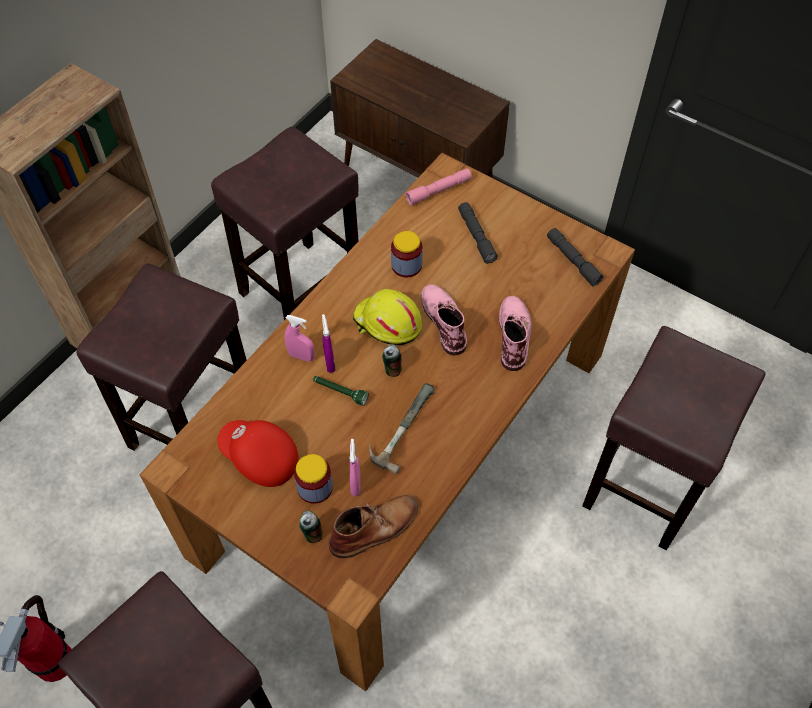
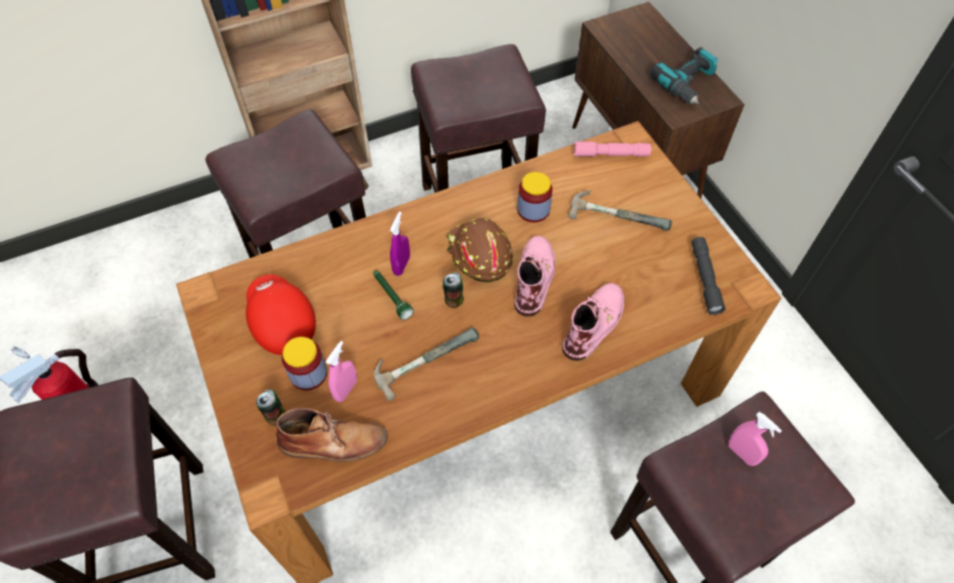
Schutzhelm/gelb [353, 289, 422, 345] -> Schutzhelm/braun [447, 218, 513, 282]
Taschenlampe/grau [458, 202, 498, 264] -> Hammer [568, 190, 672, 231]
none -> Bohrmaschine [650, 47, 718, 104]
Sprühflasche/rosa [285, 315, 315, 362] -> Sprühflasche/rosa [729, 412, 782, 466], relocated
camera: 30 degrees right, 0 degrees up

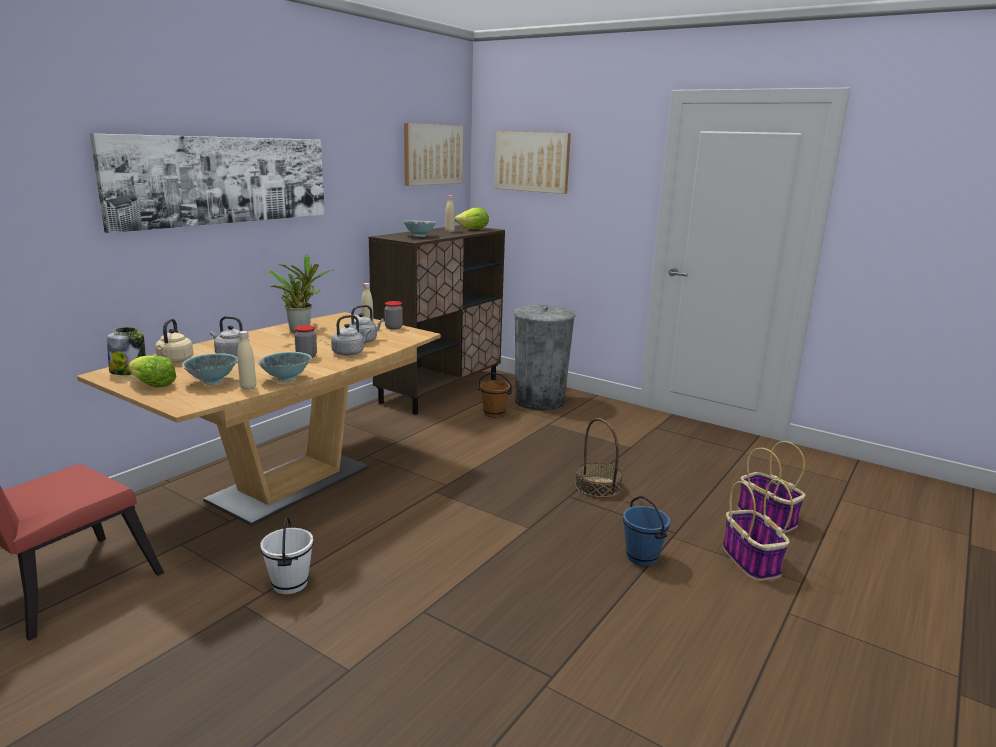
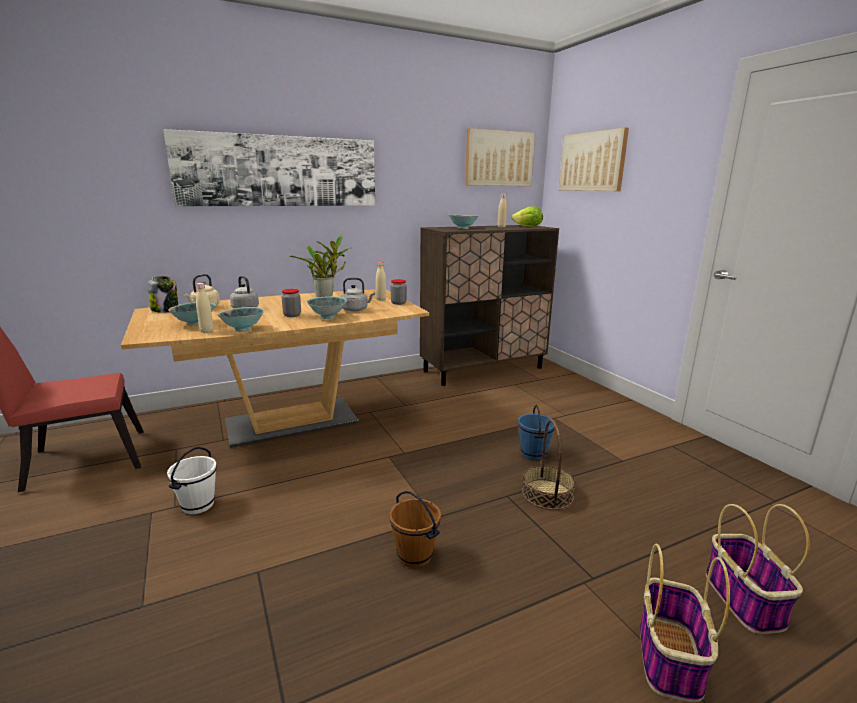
Wasserkessel/grau [331, 315, 371, 356] -> Schüssel [307, 296, 347, 319]
Eimer/braun [478, 373, 512, 418] -> Eimer/braun [389, 491, 441, 568], relocated
Eimer/blau [623, 496, 670, 566] -> Eimer/blau [518, 405, 555, 460], relocated
Salatkopf [129, 355, 177, 388] -> none
Mülleimer/grau [514, 305, 576, 411] -> none
camera: 30 degrees right, 0 degrees up

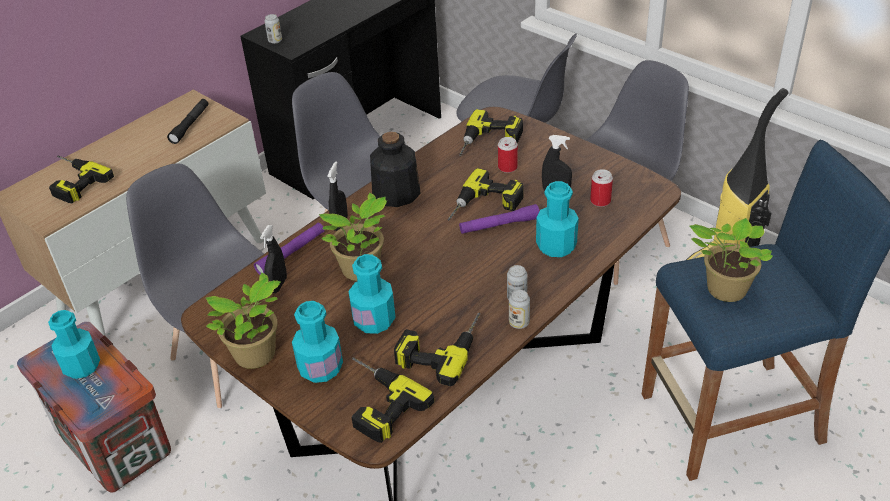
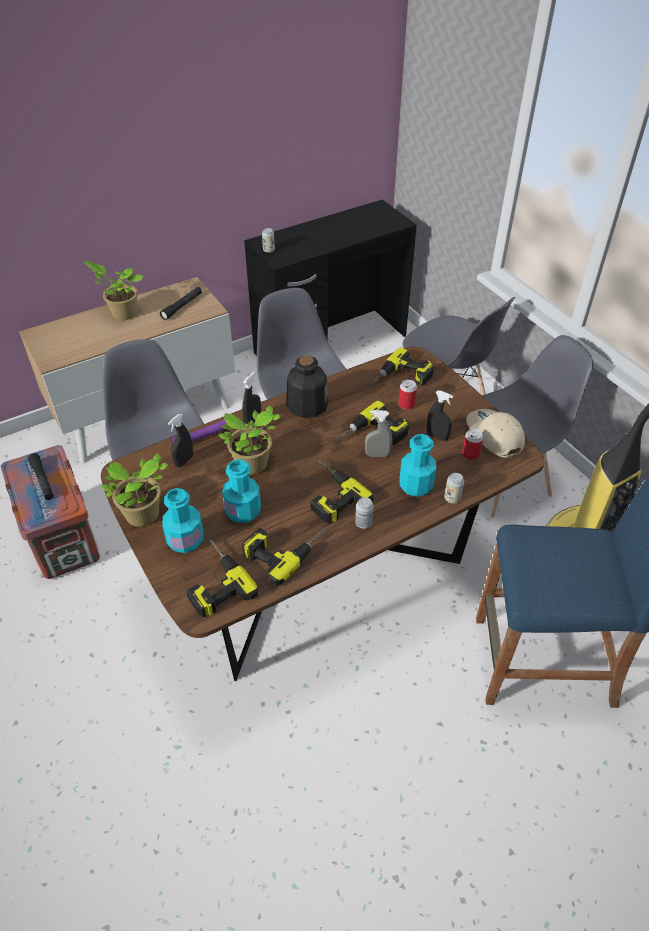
Flasche/türkis [48, 310, 100, 379] -> Taschenlampe/schwarz [28, 453, 54, 500]
Topfpflanze [689, 218, 773, 302] -> Topfpflanze [84, 261, 143, 320], relocated
Bohrmaschine [49, 155, 114, 203] -> Bohrmaschine [310, 459, 373, 524], relocated
Taschenlampe/lila [459, 204, 540, 234] -> Sprühflasche/grau [365, 410, 392, 457]
Dose [509, 290, 530, 329] -> Dose [444, 473, 464, 504], relocated
none -> Kappe/beige [466, 409, 525, 458]
camera: 15 degrees right, 5 degrees up

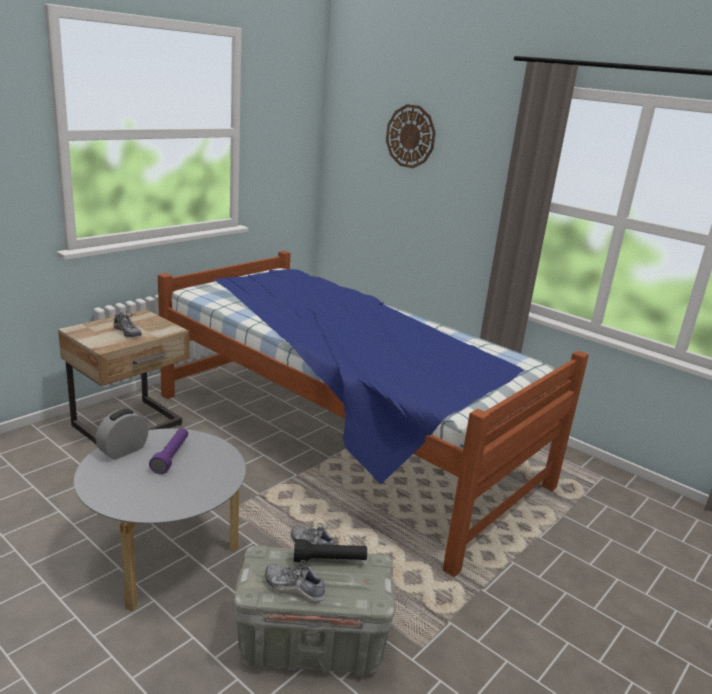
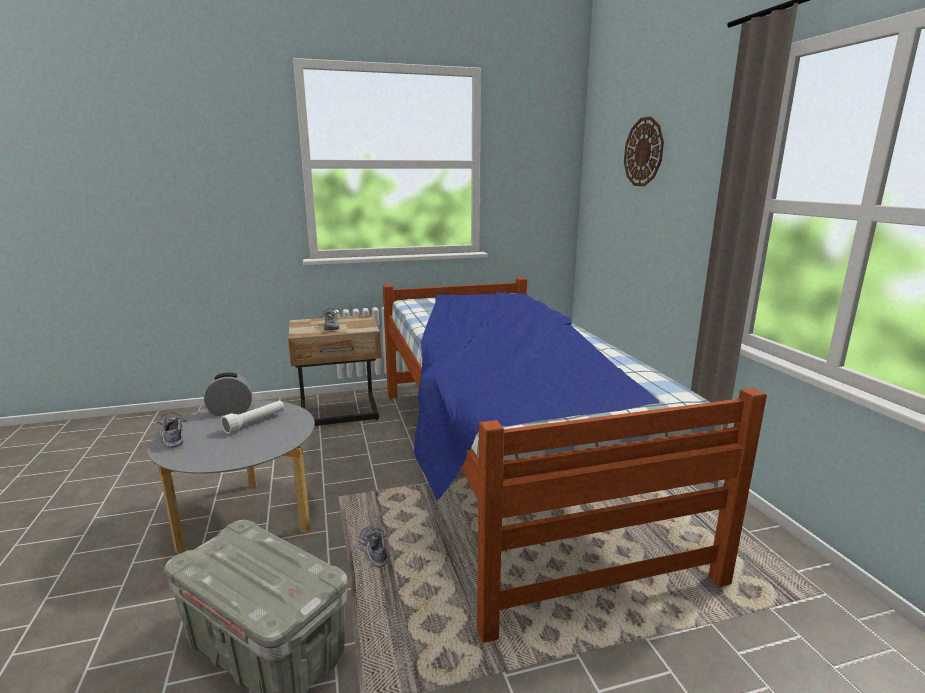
Schuh [265, 560, 326, 603] -> Schuh [154, 412, 187, 448], relocated
Taschenlampe/lila [149, 428, 188, 474] -> Taschenlampe/weiß [221, 401, 284, 434]
Taschenlampe/schwarz [294, 539, 367, 562] -> none
camera: 35 degrees right, 5 degrees down

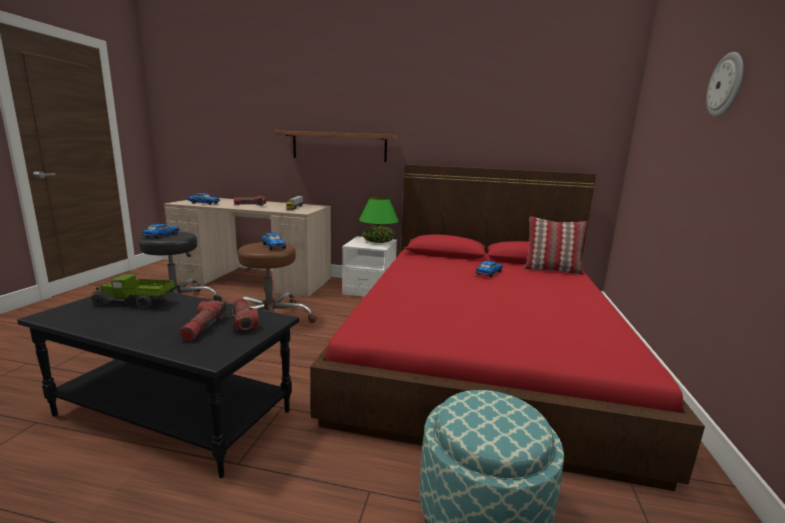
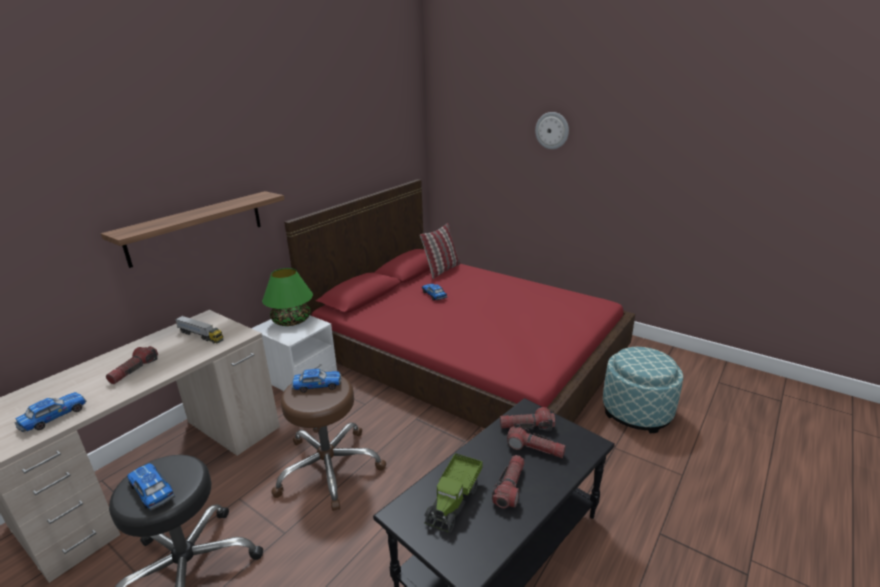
none -> Taschenlampe [492, 455, 525, 508]
camera: 65 degrees left, 10 degrees up

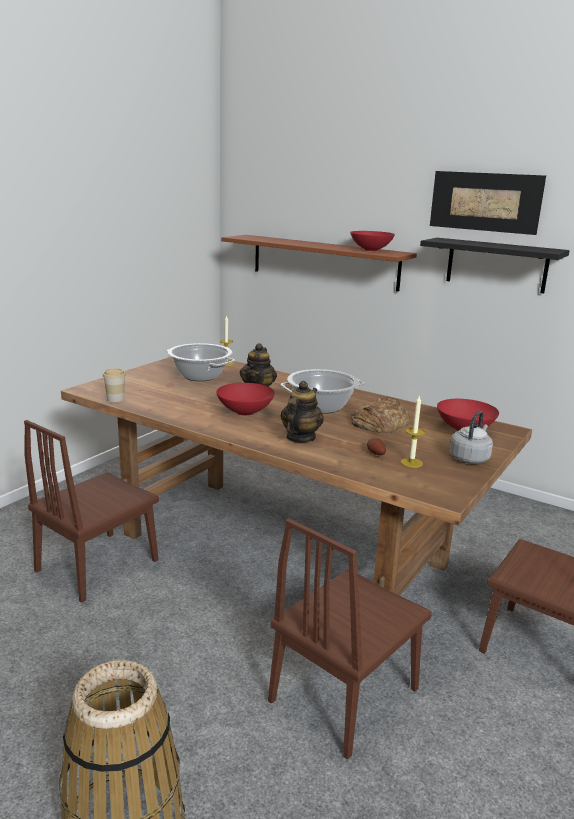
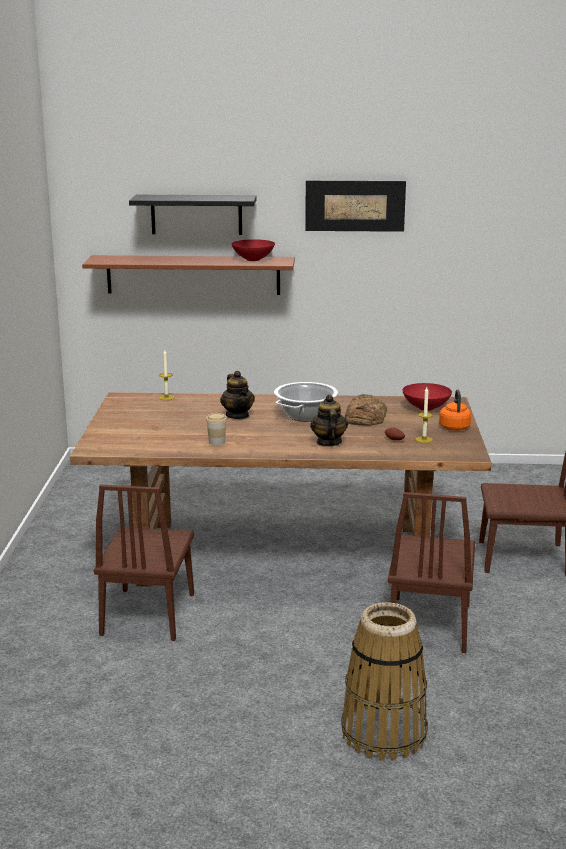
Wandregal/schwarz [420, 238, 570, 294] -> Wandregal/schwarz [129, 195, 257, 235], relocated
Tasse [103, 368, 126, 402] -> Tasse [206, 413, 227, 445], relocated
Wasserkessel/grau [450, 411, 493, 464] -> Wasserkessel/orange [439, 389, 471, 430]
Kochtopf [166, 343, 235, 381] -> none
Schüssel/rot [216, 383, 275, 416] -> none
camera: 30 degrees left, 0 degrees up

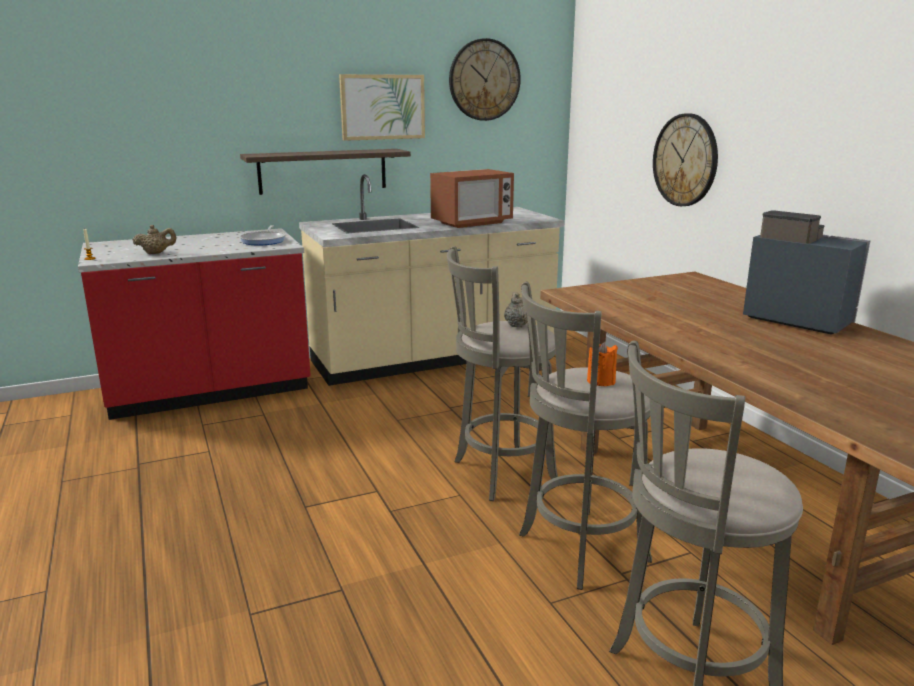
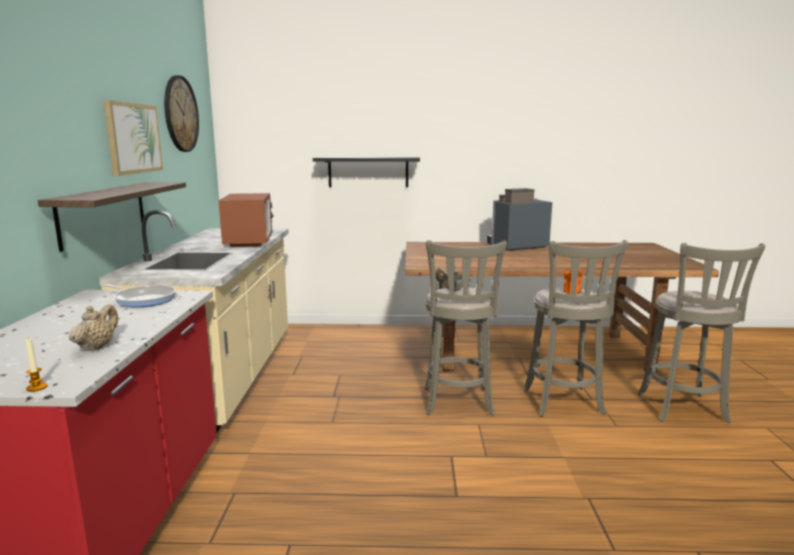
Wanduhr [653, 113, 718, 206] -> Wandregal/schwarz [313, 157, 420, 187]
camera: 65 degrees left, 5 degrees down

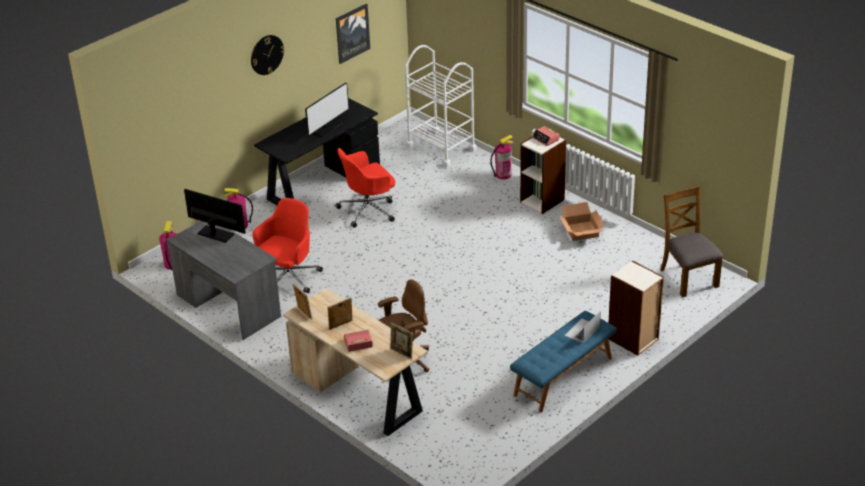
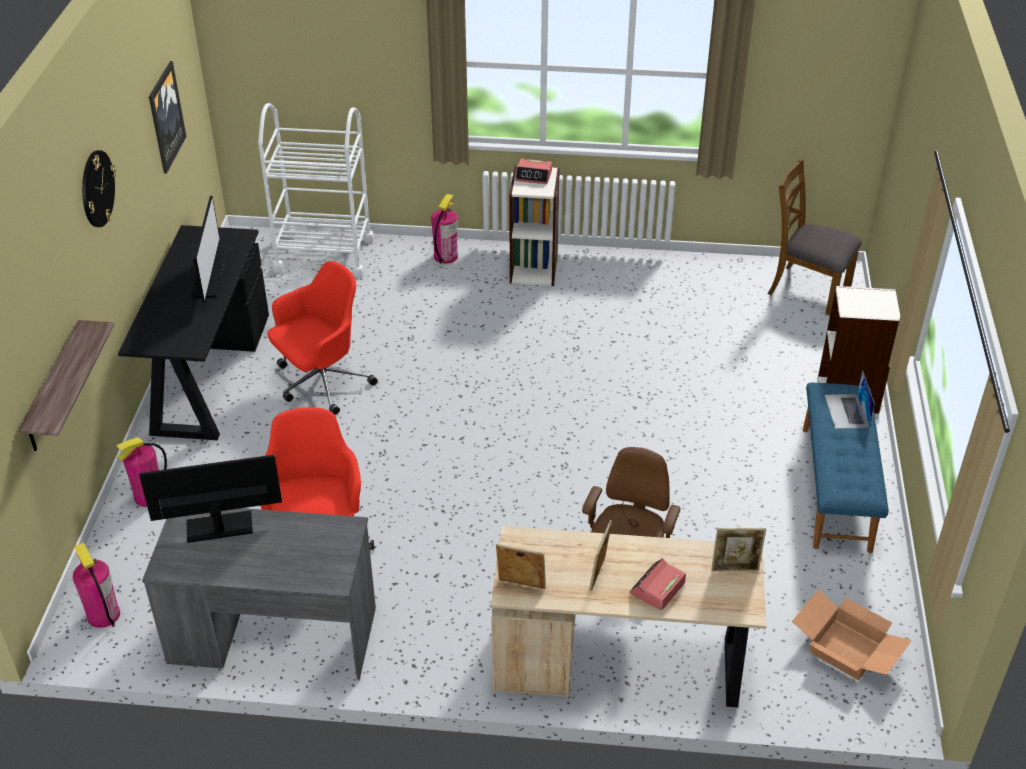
none -> Wandregal [18, 320, 114, 451]
Bürostuhl/rot [335, 148, 395, 228] -> Bürostuhl/rot [267, 261, 377, 415], 150 degrees counterclockwise
Karton [560, 202, 604, 241] -> Karton [792, 589, 912, 680], relocated
camera: 40 degrees left, 5 degrees up

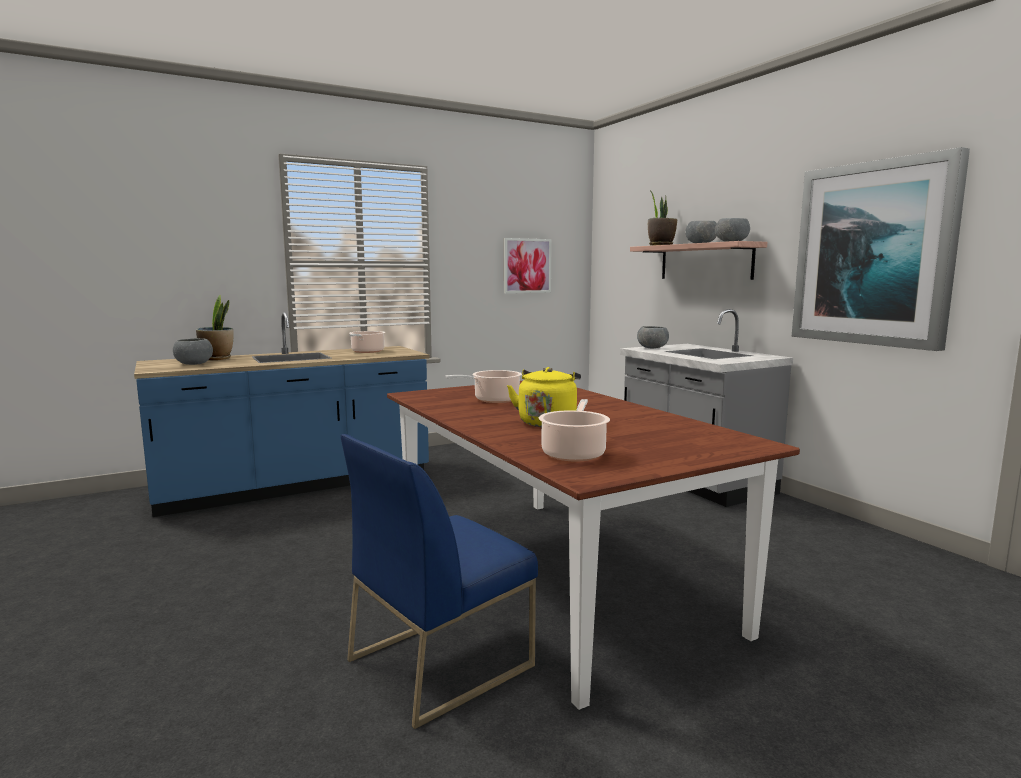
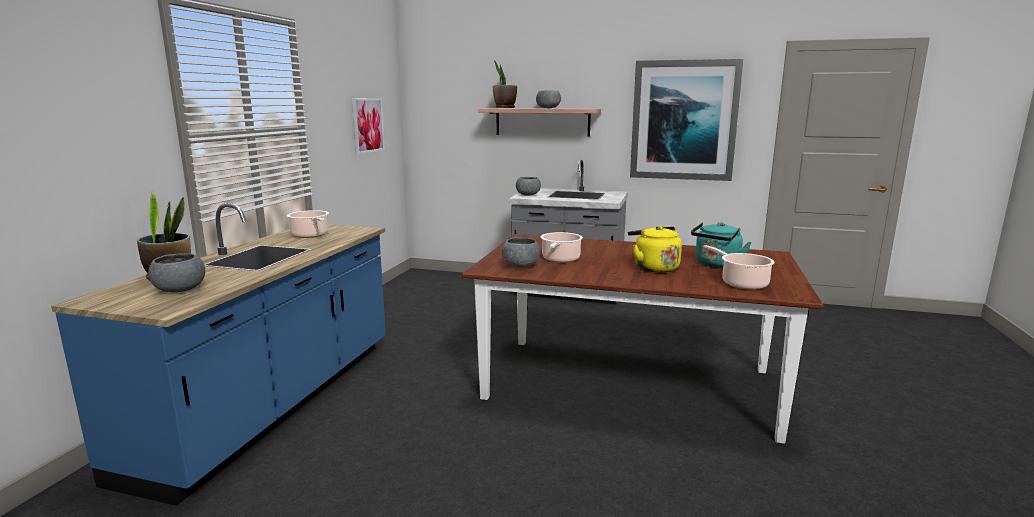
Schüssel/grau [715, 218, 750, 242] -> Schüssel/grau [502, 237, 540, 268], relocated
none -> Wasserkessel/türkis [691, 222, 752, 267]
Stuhl/blau [340, 434, 538, 729] -> none
camera: 45 degrees left, 5 degrees up

